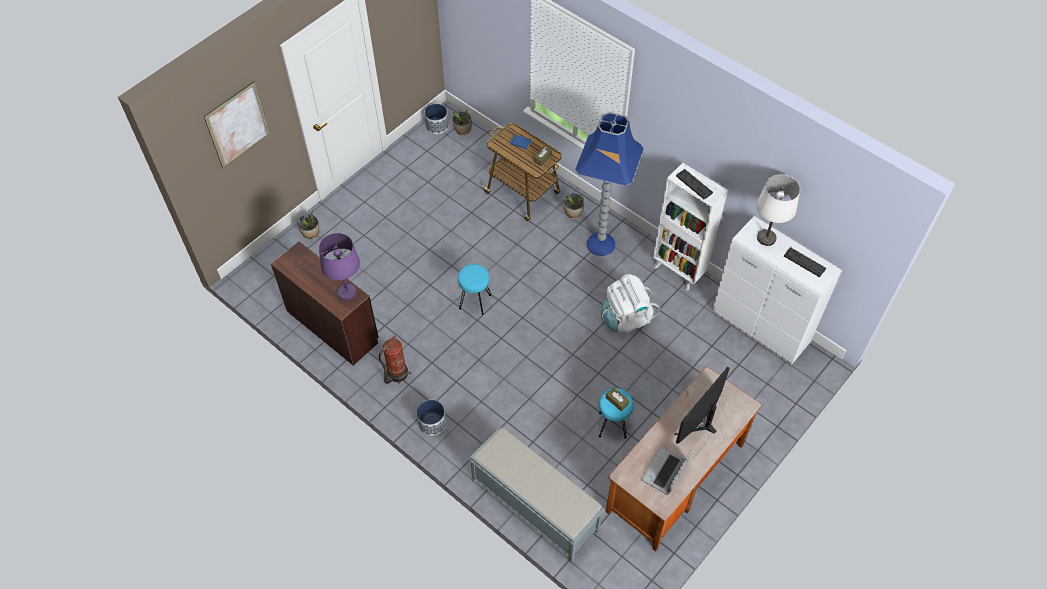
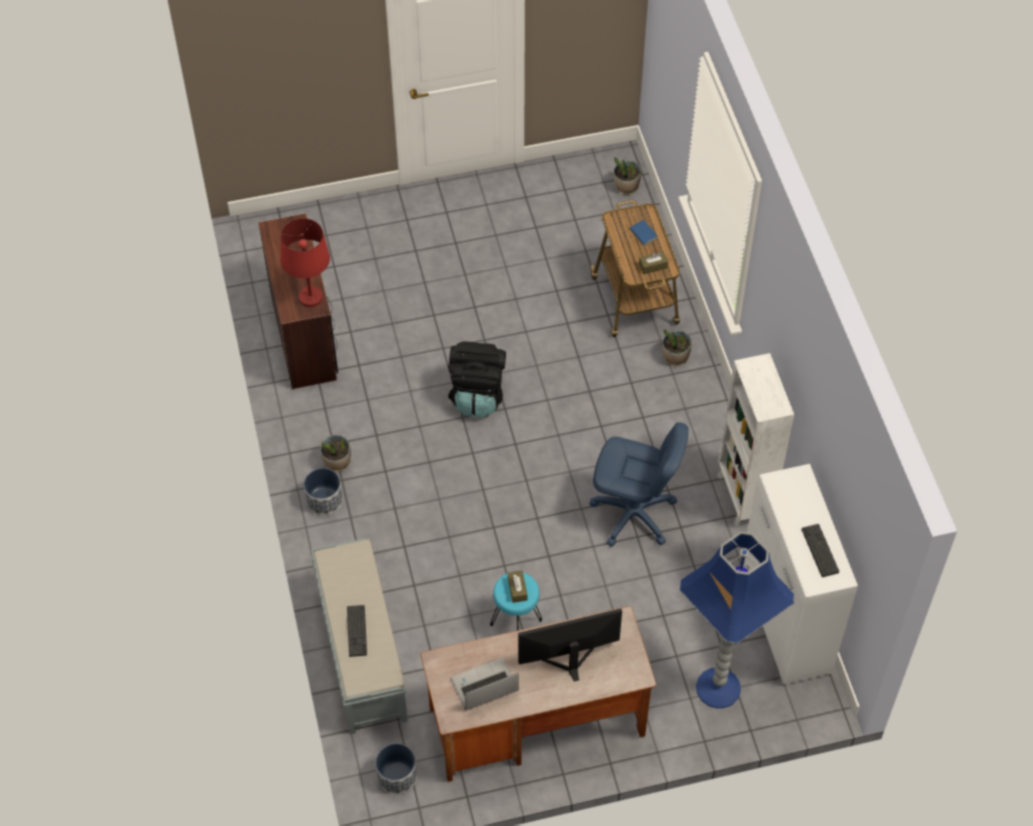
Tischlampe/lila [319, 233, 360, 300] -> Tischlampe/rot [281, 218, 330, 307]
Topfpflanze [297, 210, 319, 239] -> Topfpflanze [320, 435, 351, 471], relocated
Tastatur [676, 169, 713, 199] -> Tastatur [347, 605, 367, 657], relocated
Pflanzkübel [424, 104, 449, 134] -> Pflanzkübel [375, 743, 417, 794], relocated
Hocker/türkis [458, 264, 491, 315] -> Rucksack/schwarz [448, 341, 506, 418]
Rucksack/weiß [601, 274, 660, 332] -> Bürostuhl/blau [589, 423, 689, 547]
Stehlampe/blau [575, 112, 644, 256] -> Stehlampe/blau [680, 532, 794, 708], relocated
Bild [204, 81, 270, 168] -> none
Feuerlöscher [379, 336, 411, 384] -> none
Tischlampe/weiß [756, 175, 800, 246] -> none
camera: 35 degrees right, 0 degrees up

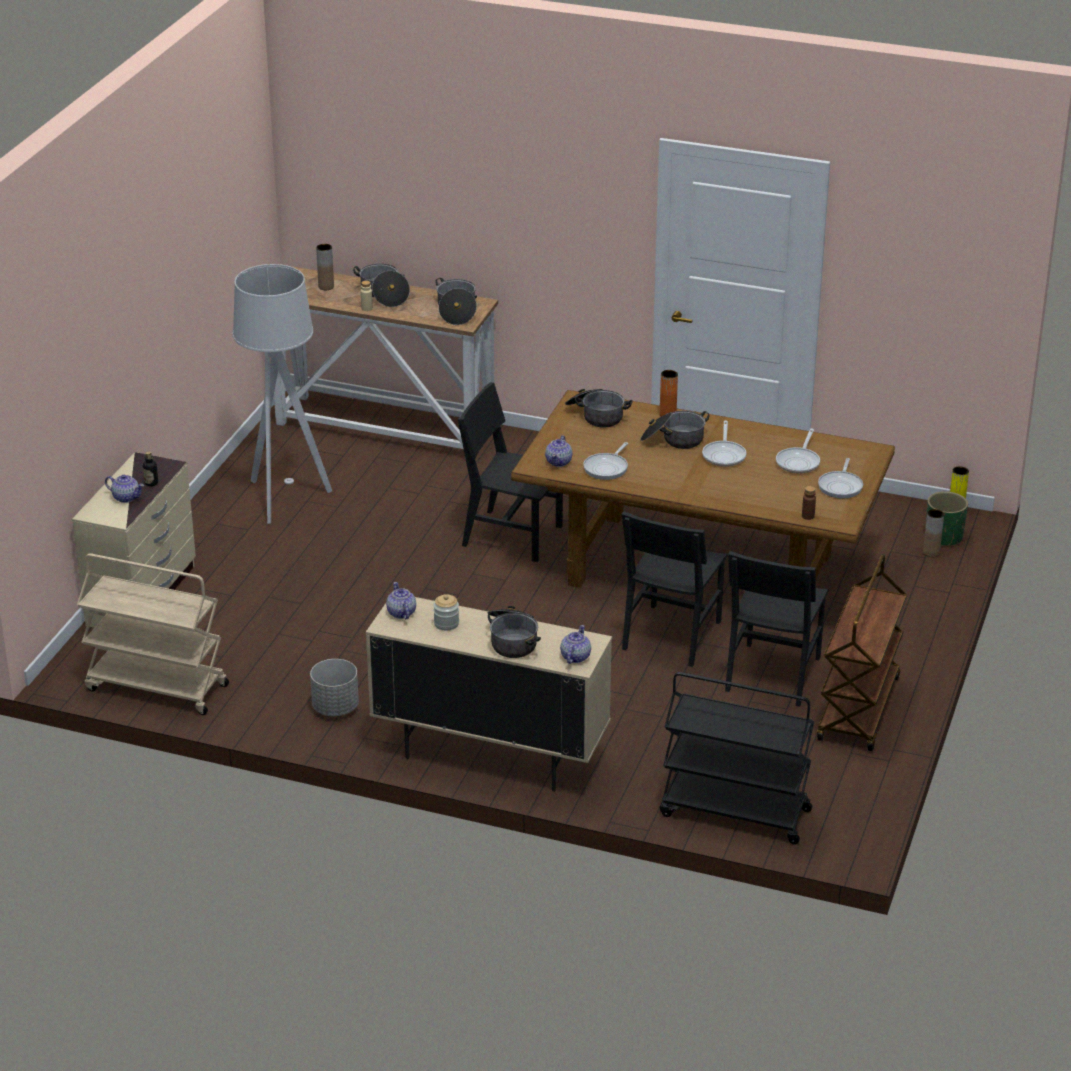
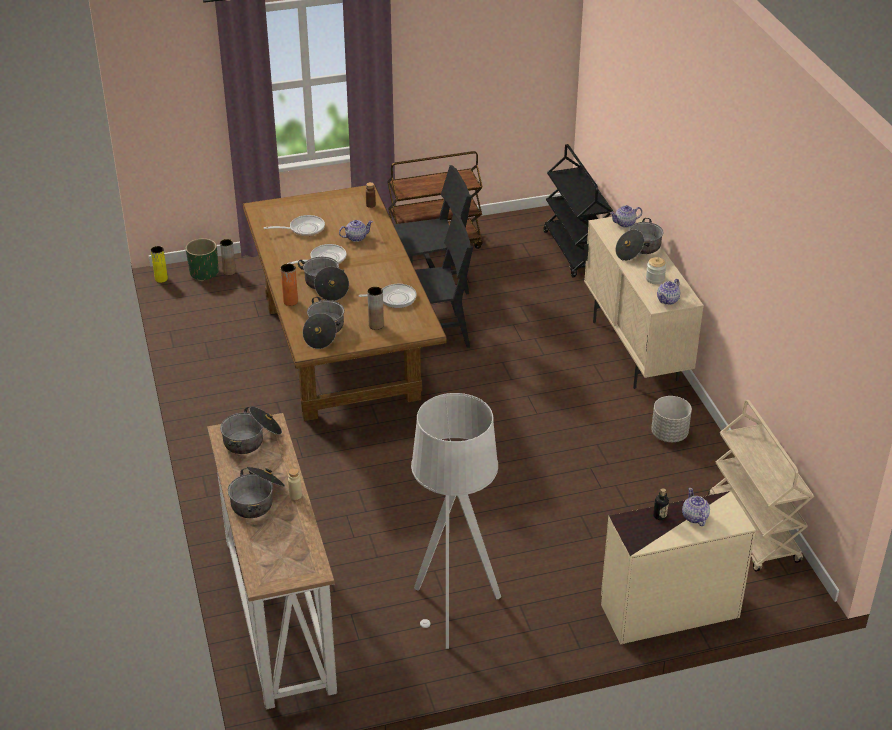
Teekanne [545, 435, 572, 467] -> Teekanne [339, 220, 373, 242], relocated
Vase/braun [316, 244, 334, 290] -> Vase/braun [367, 287, 384, 330], relocated
Stuhl/schwarz [458, 382, 563, 562] -> none
Pfanne [818, 458, 863, 499] -> none
camera: 125 degrees left, 5 degrees up

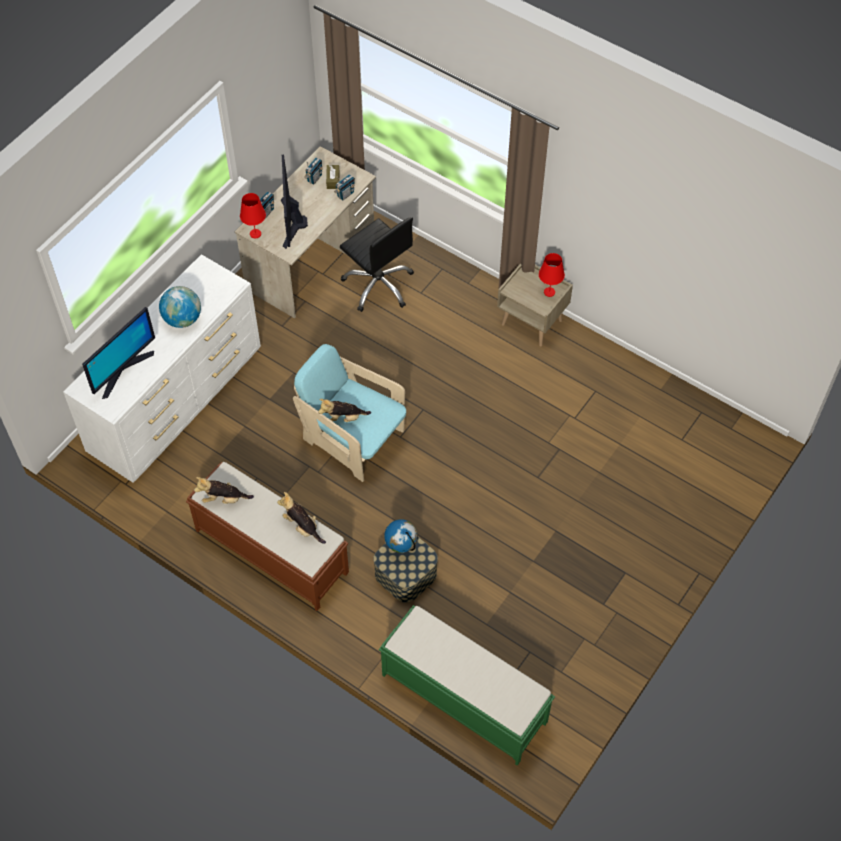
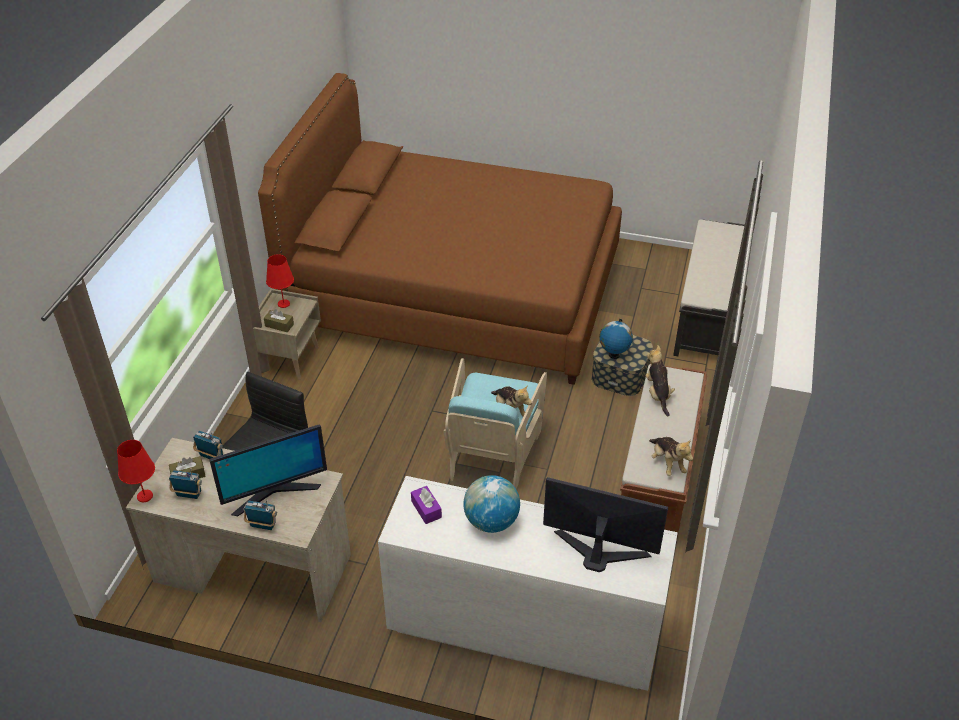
Tischlampe/rot [240, 193, 266, 238] -> Tischlampe/rot [117, 440, 155, 502], relocated
none -> Bett/braun [258, 73, 622, 385]
none -> Taschentuchbox/braun [264, 309, 294, 332]
none -> Taschentuchbox/lila [411, 486, 442, 524]
Plüschtier [277, 492, 326, 544] -> Plüschtier [646, 345, 675, 416], 150 degrees clockwise
Bank/grün [379, 605, 555, 766] -> Bank/schwarz [673, 220, 745, 356]
camera: 110 degrees left, 15 degrees down

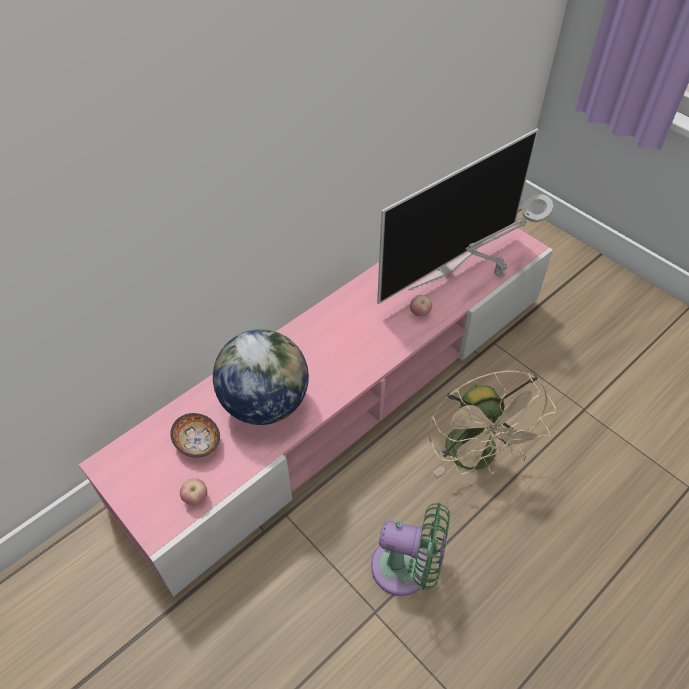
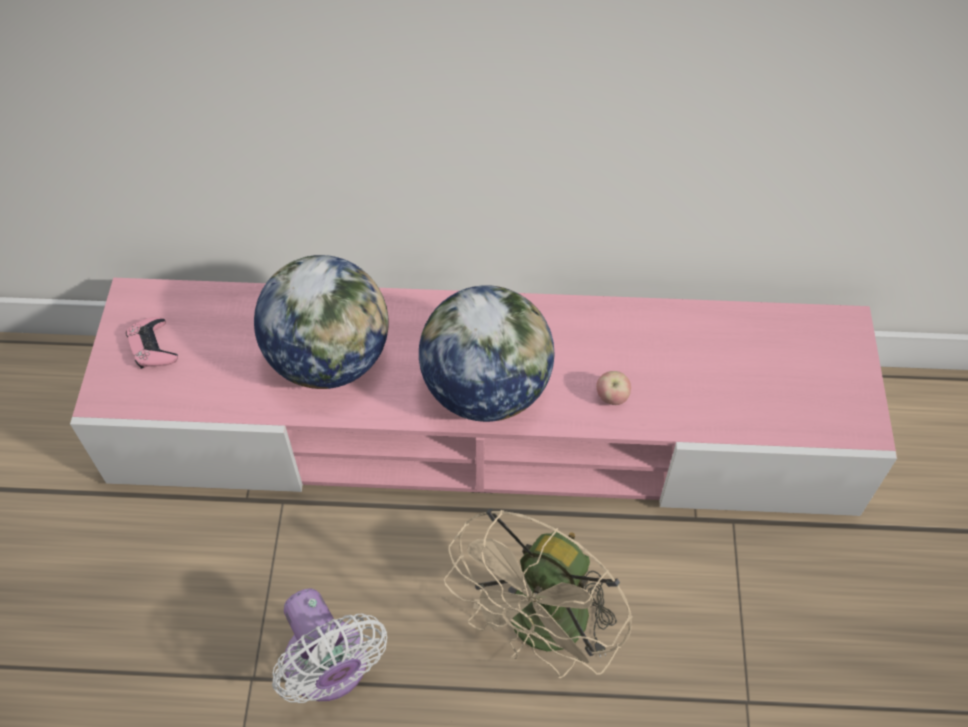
none -> Gamepad/rosa [126, 317, 178, 369]
Ventilator/grün [371, 503, 450, 596] -> Ventilator/weiß [272, 588, 387, 703]
none -> Globus [419, 285, 554, 422]
Schüssel [170, 413, 220, 457] -> none
Apfel [180, 478, 207, 505] -> none
Fernseher [377, 128, 539, 304] -> none
Tischlampe/grau [466, 194, 554, 278] -> none
camera: 45 degrees right, 5 degrees up

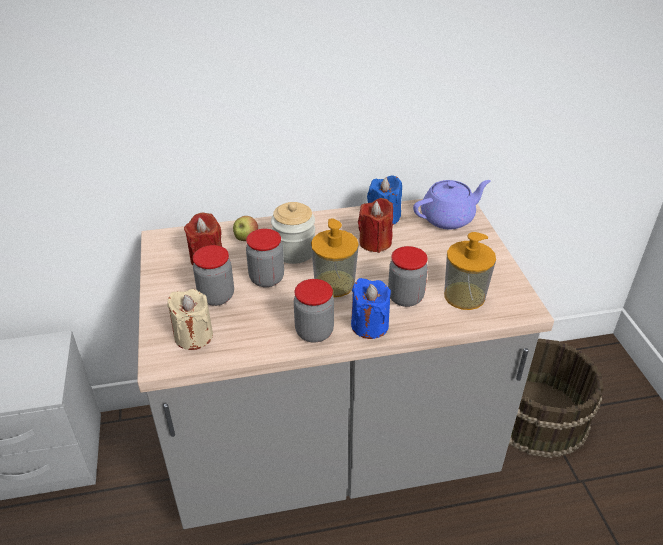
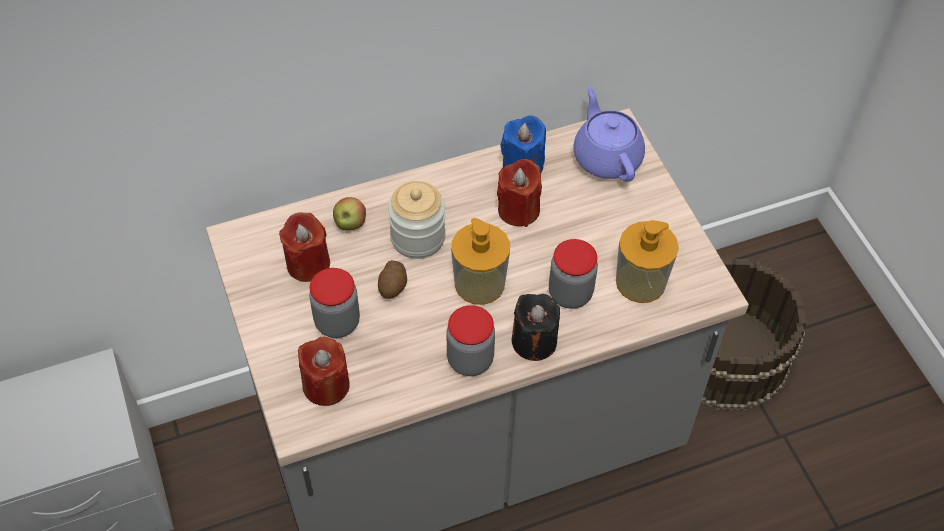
Kerze/beige [167, 289, 213, 350] -> Kerze/rot [298, 336, 350, 406]
Vorratsglas [246, 229, 284, 287] -> Kartoffel [378, 260, 407, 299]
Kerze/blau [351, 278, 391, 339] -> Kerze/schwarz [512, 294, 560, 361]
Teekanne/lila [413, 180, 491, 229] -> Teekanne/lila [573, 87, 645, 182], 75 degrees counterclockwise
camera: 10 degrees left, 15 degrees up

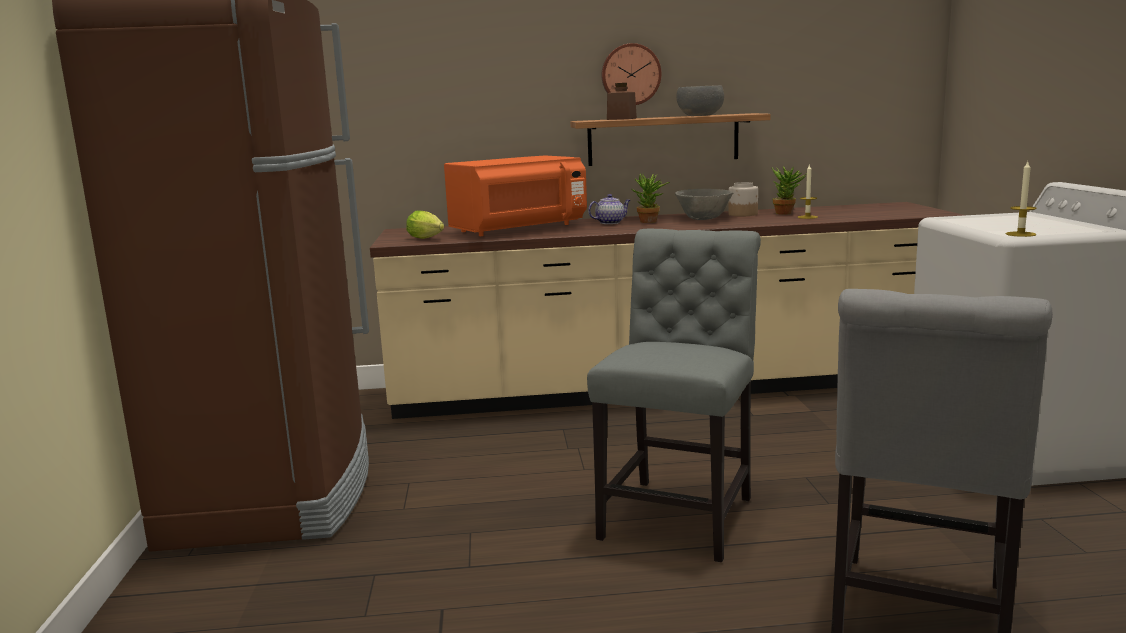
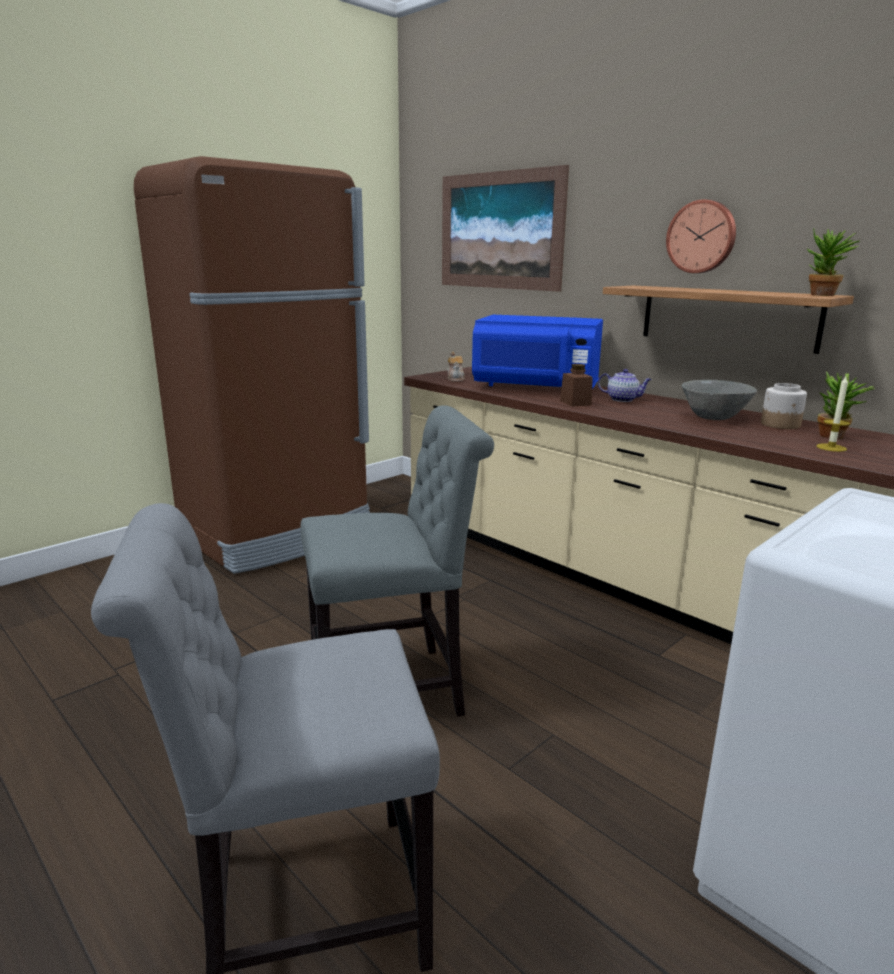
none -> Bild [442, 165, 569, 292]
Salatkopf [406, 210, 444, 239] -> Teekanne [447, 352, 465, 382]
Mikrowelle/orange [444, 156, 587, 236] -> Mikrowelle/blau [472, 315, 603, 389]
Vorratsglas/braun [607, 83, 637, 120] -> Vorratsglas/braun [560, 364, 593, 407], relocated
Topfpflanze [632, 174, 670, 223] -> Topfpflanze [806, 229, 860, 296], relocated
Schüssel/grau [677, 85, 724, 116] -> none
Kerze [1006, 162, 1037, 237] -> none
camera: 50 degrees right, 5 degrees up

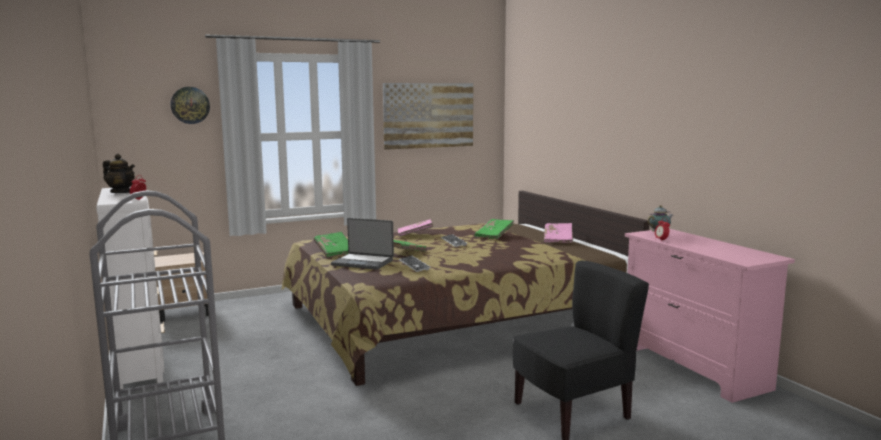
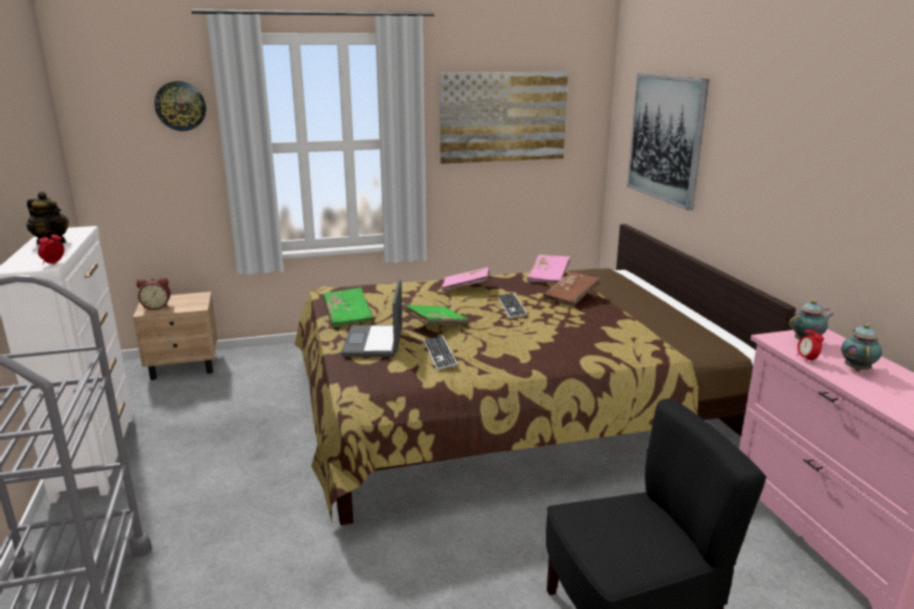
none -> Wecker [136, 278, 171, 310]
Laptop [331, 218, 394, 270] -> Laptop [341, 280, 402, 357], 60 degrees clockwise
Buch/rosa [544, 223, 573, 243] -> Buch/rosa [527, 255, 570, 284], relocated
Buch/grün [474, 219, 514, 239] -> Buch/braun [543, 272, 601, 306]
none -> Bild [627, 74, 709, 210]
none -> Teekanne [841, 324, 882, 372]
camera: 10 degrees right, 10 degrees up

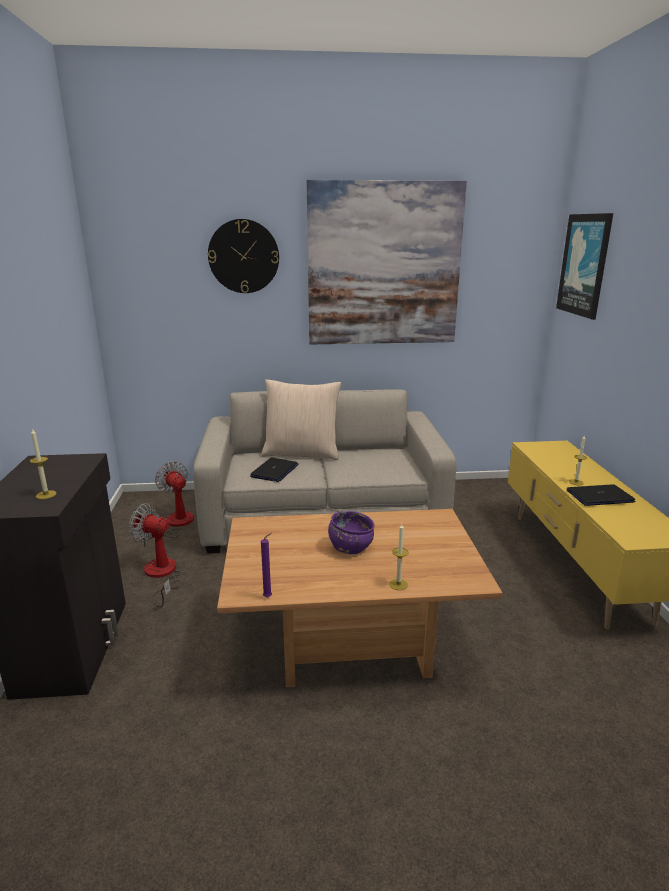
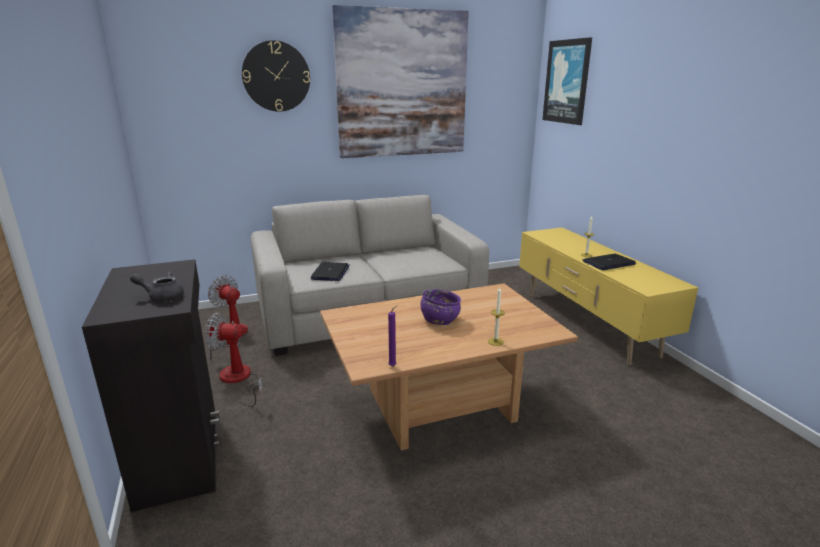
Kerze [30, 429, 57, 499] -> Teekanne/grau [130, 272, 184, 302]
Kissen/beige [261, 379, 341, 460] -> none
camera: 15 degrees left, 0 degrees up

